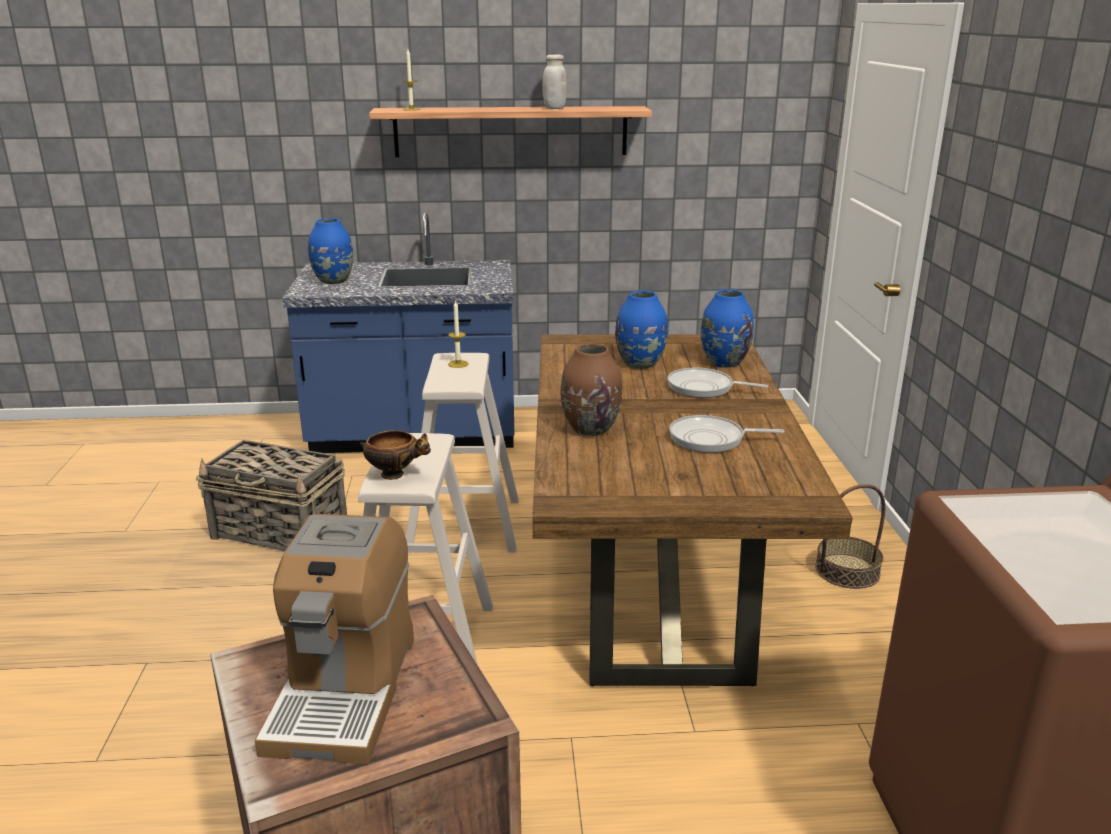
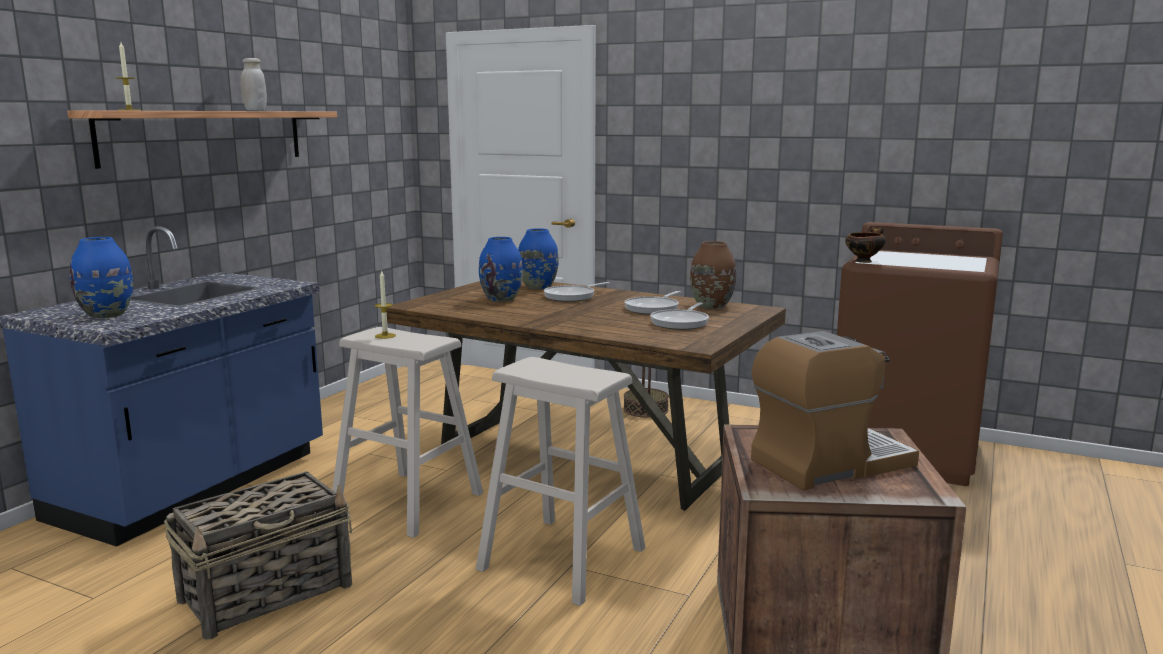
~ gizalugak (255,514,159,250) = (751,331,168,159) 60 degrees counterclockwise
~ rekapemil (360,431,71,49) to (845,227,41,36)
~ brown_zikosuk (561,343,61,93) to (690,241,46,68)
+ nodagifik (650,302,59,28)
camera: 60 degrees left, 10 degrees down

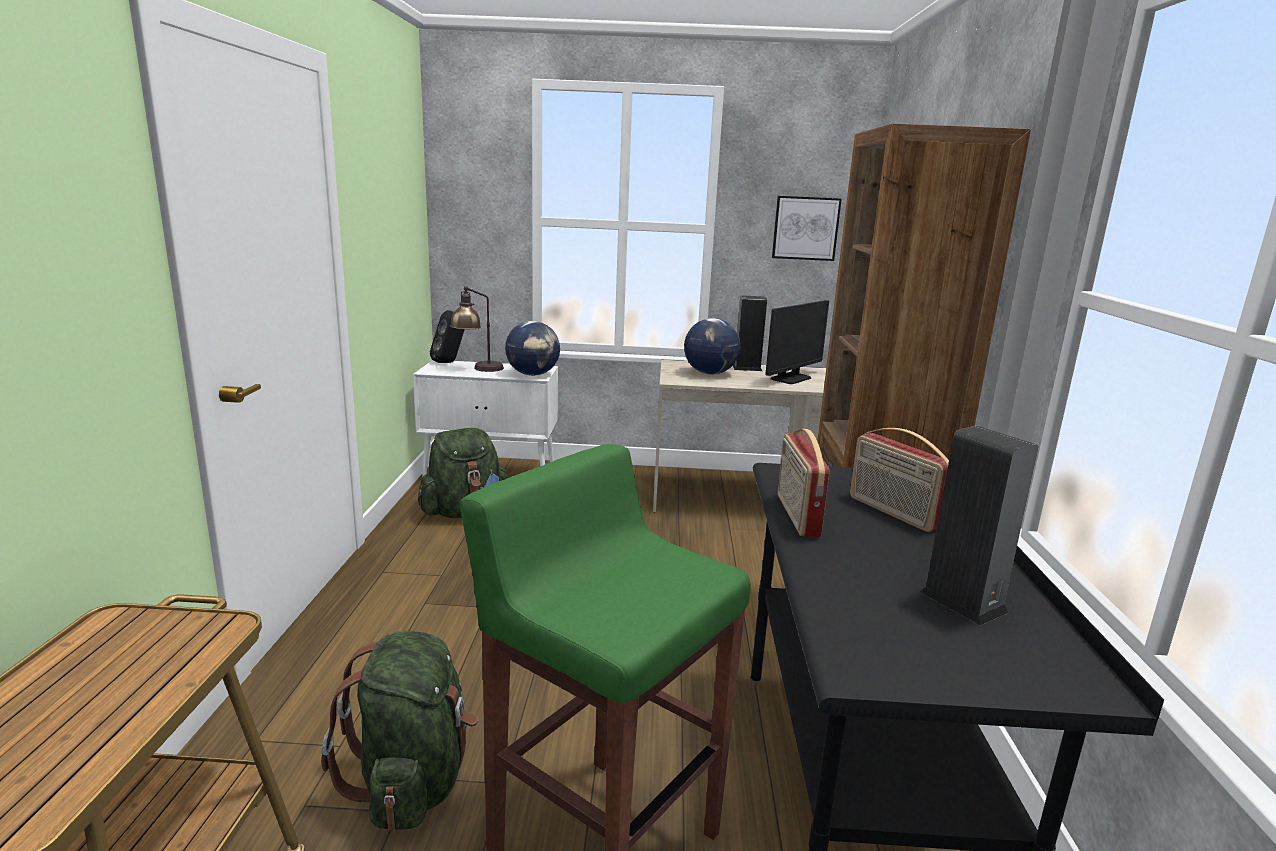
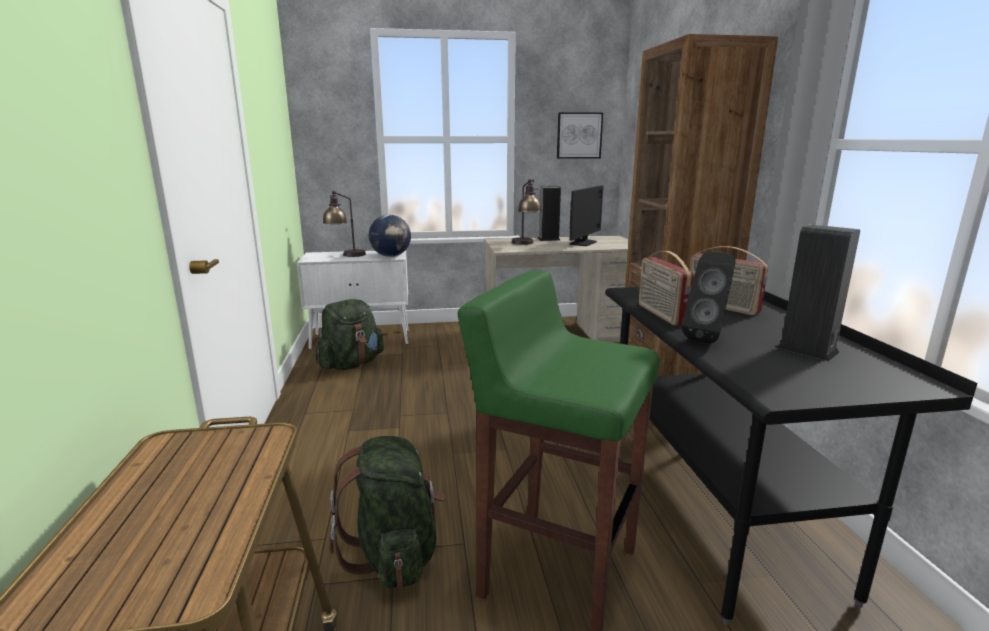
~ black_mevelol (430,310,35,53) to (682,251,53,93)
~ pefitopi (684,318,56,57) to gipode (511,179,30,66)
camera: 10 degrees left, 0 degrees up

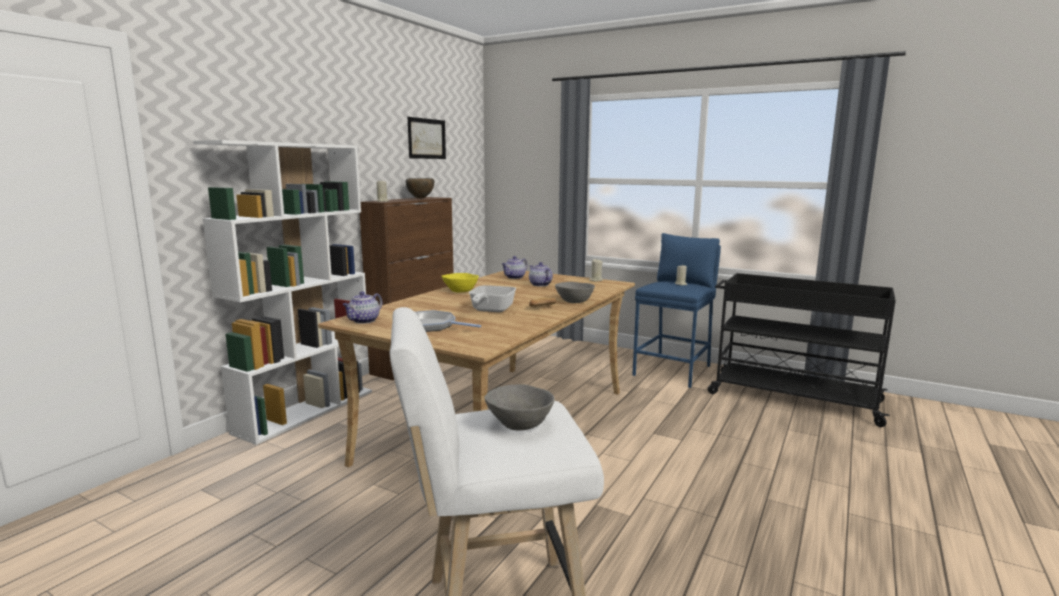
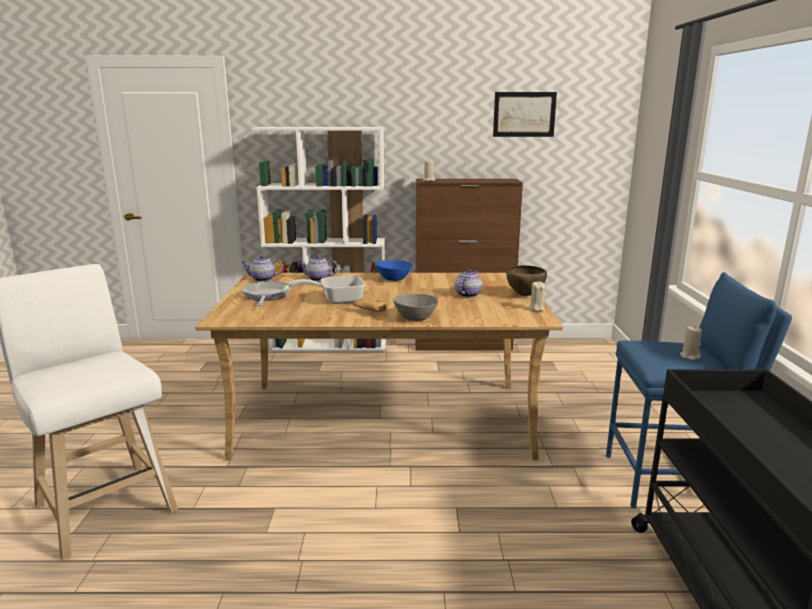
~ brown_rekapemil (405,178,29,21) to (506,265,41,31)
~ yellow_rekapemil (442,273,37,20) to blue_rekapemil (376,260,36,21)
- grey_rekapemil (484,384,71,46)
~ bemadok (502,256,25,23) to (299,255,39,26)
camera: 60 degrees right, 5 degrees up

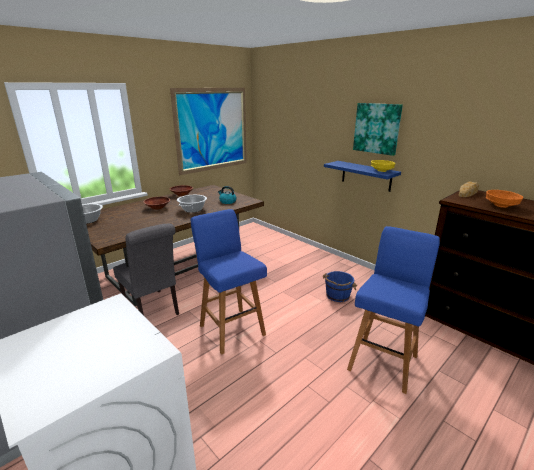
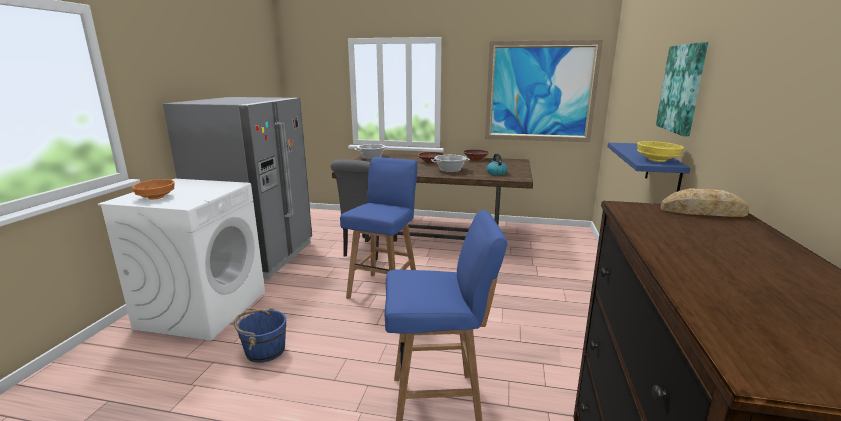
~ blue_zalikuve (323,271,34,31) to (234,308,52,55)
~ orange_rekapemil (486,190,37,18) to (132,179,43,20)
camera: 55 degrees right, 5 degrees down

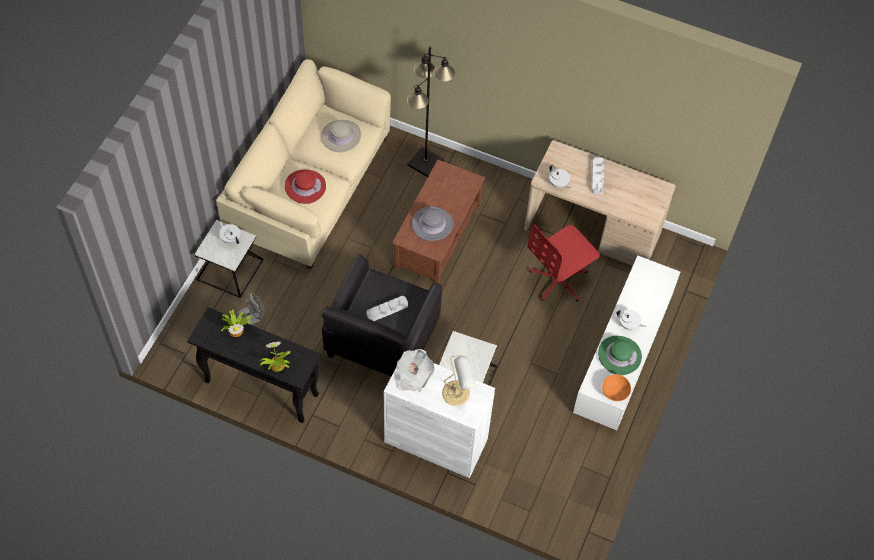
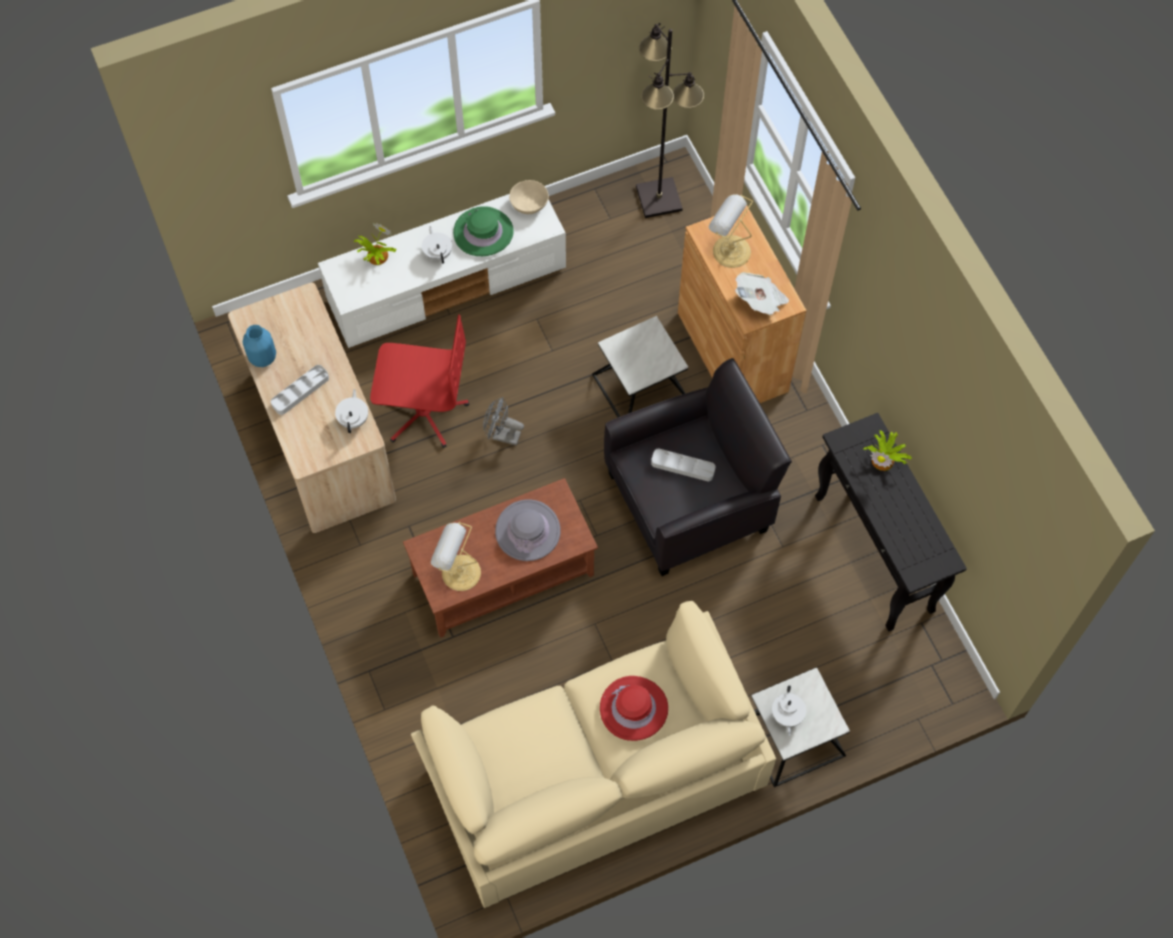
~ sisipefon (221,309,30,28) to (353,223,43,42)
~ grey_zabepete (237,292,28,33) to (483,397,41,48)
- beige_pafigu (321,120,40,32)
~ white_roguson (384,351,111,127) to brown_roguson (678,205,128,198)
~ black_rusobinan (407,46,48,131) to (636,23,68,195)
~ orange_rekapemil (602,374,29,27) to beige_rekapemil (509,180,40,34)
+ blue_zikosuk (243,325,33,42)
+ gipode (431,522,50,69)
camera: 135 degrees left, 5 degrees up

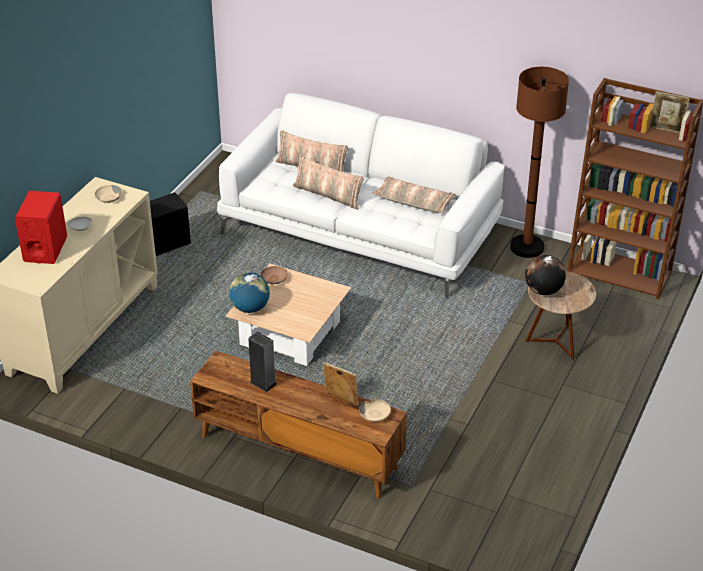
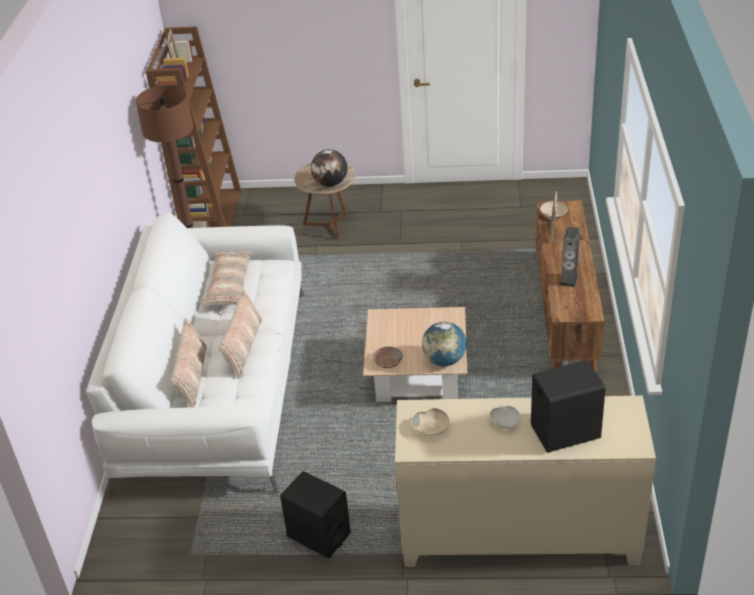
~ red_mevelol (15,191,52,73) to black_mevelol (531,360,74,93)
camera: 110 degrees left, 0 degrees up

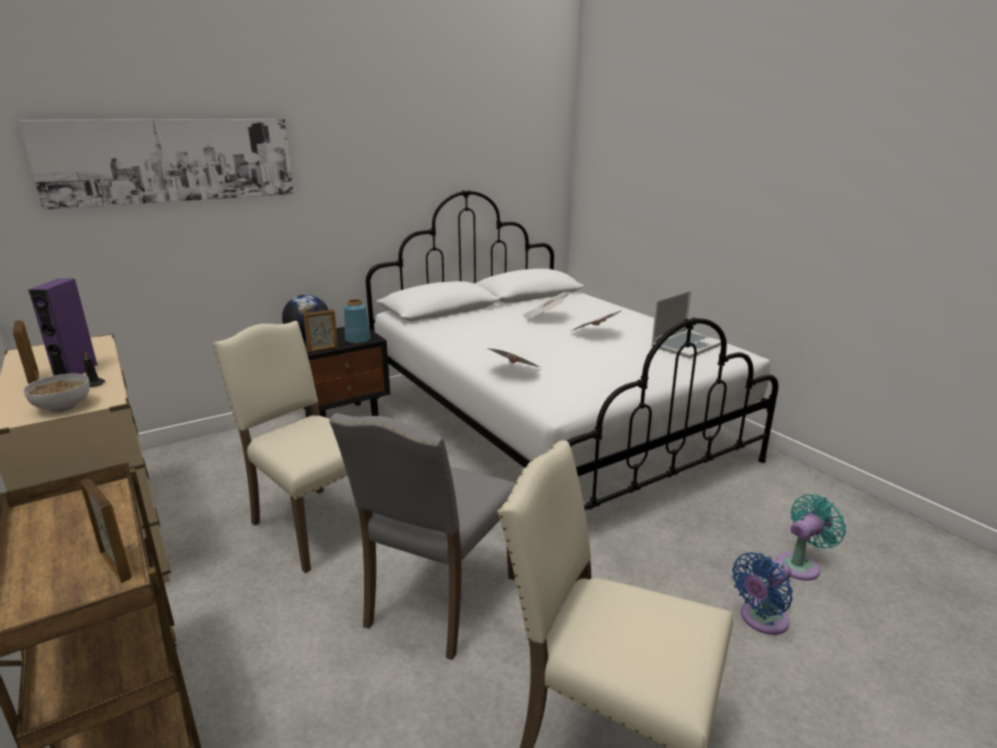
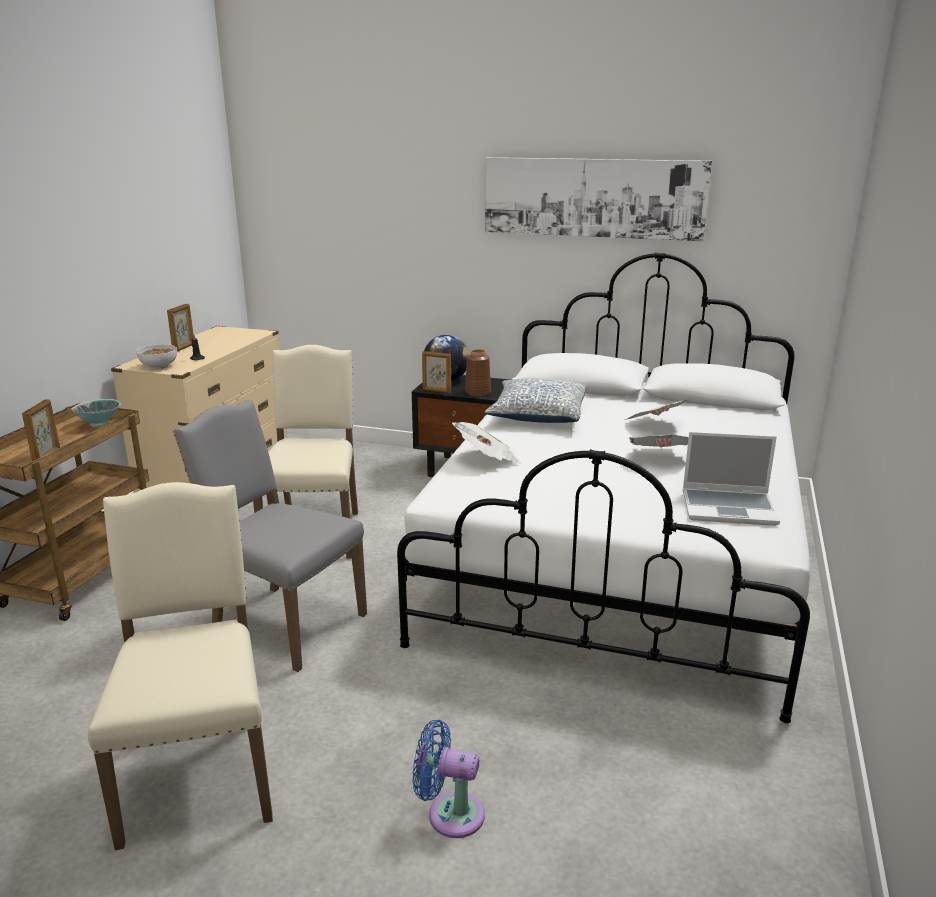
~ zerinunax (19,119,275,91) to (485,157,227,84)
- purple_mevelol (28,279,70,97)
~ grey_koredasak (329,413,186,247) = (173,400,194,272) 45 degrees clockwise
~ blue_zikosuk (344,299,27,45) to brown_zikosuk (465,349,26,47)
- turquoise_zabepete (776,494,70,87)
+ rekapemil (71,399,50,27)
+ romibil (485,378,102,45)
camera: 50 degrees right, 0 degrees up

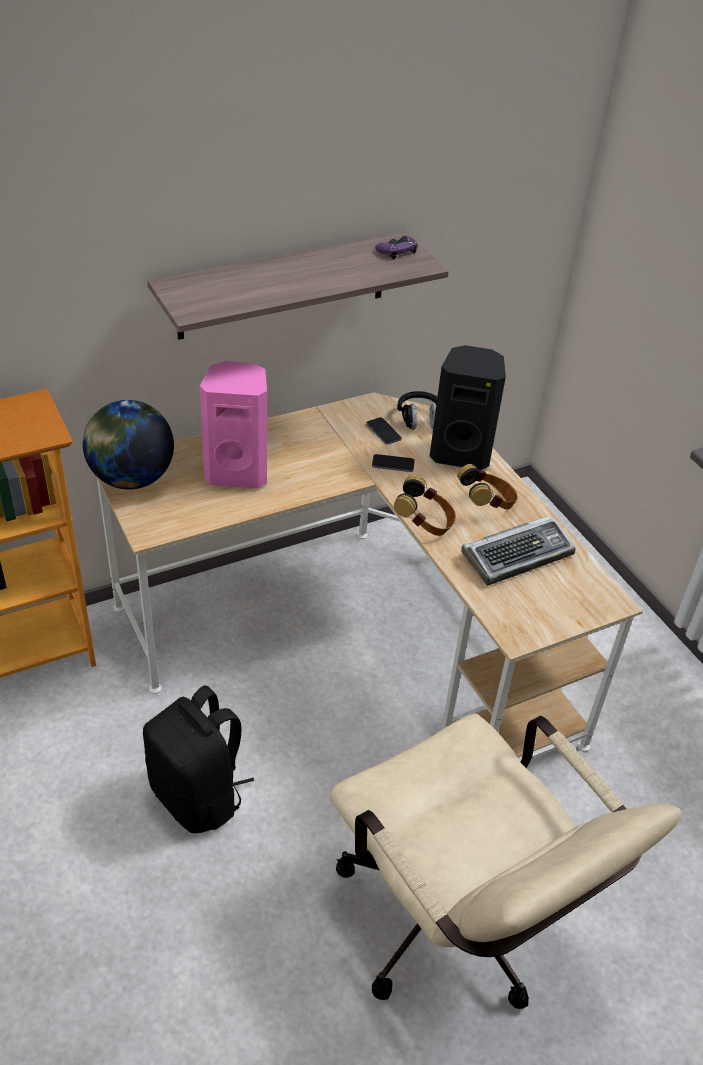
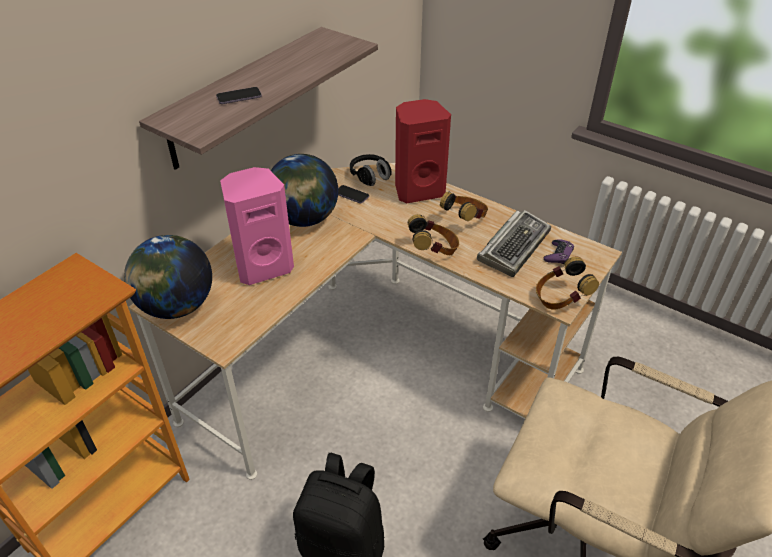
~ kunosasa (372,454,43,18) to (216,87,46,17)
~ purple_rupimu (375,236,42,23) to (544,239,30,26)
~ black_mevelol (430,345,76,125) to red_mevelol (395,99,56,104)
+ pefitopi (271,154,67,73)
+ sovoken (536,256,63,53)
camera: 25 degrees left, 0 degrees up

